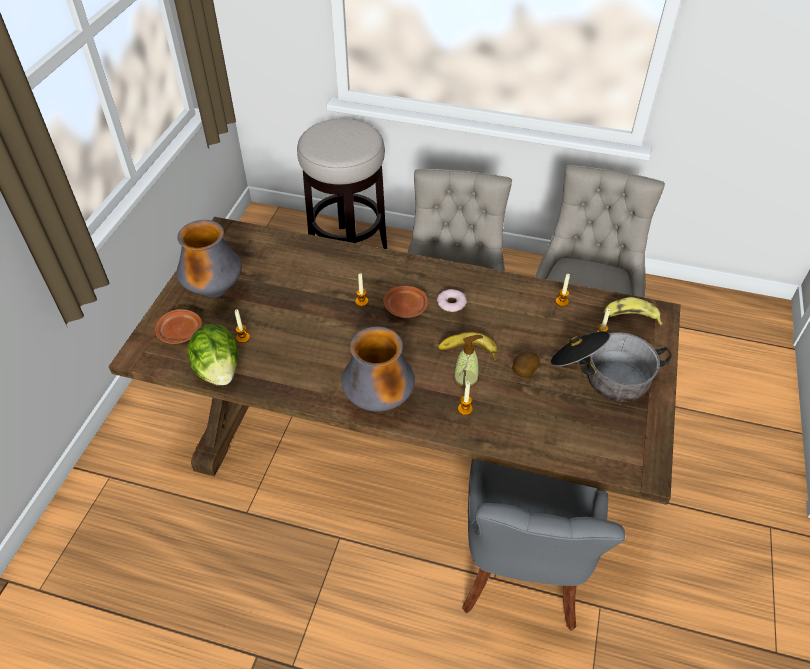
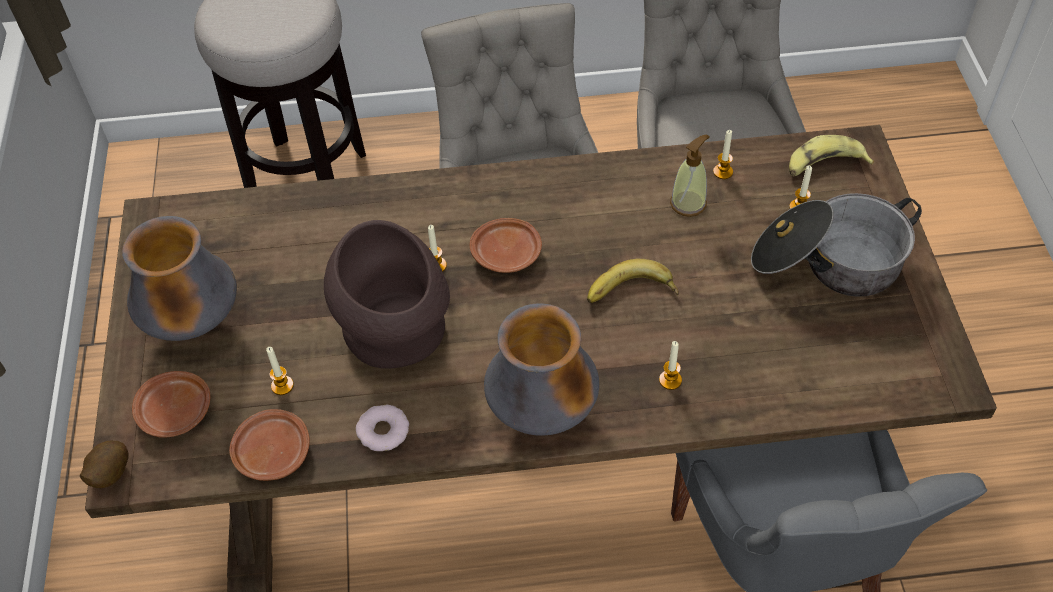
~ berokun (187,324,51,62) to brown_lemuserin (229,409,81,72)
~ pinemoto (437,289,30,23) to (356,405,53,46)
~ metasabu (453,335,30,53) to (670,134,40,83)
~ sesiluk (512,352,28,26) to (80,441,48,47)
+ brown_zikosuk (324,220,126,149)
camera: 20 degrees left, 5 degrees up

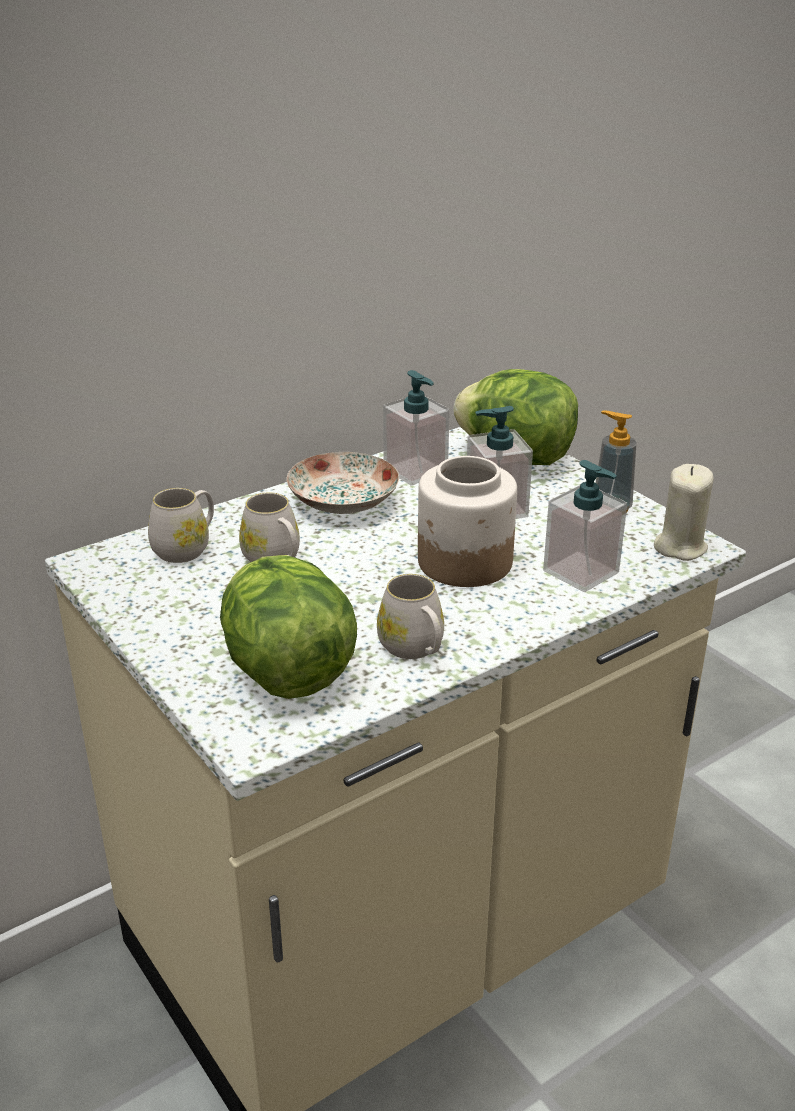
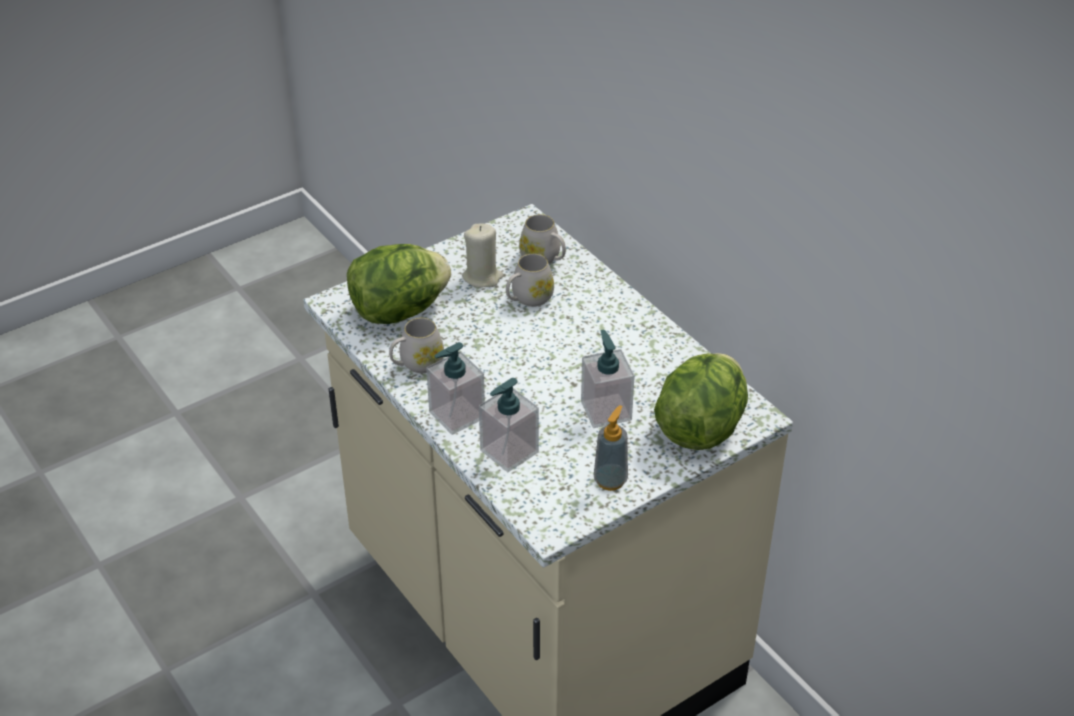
- lemuserin (286,452,113,62)
~ metasabu (383,370,67,115) to (426,342,59,93)
- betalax (418,456,99,131)
~ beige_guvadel (654,464,60,97) to (462,224,42,64)
camera: 90 degrees right, 10 degrees up

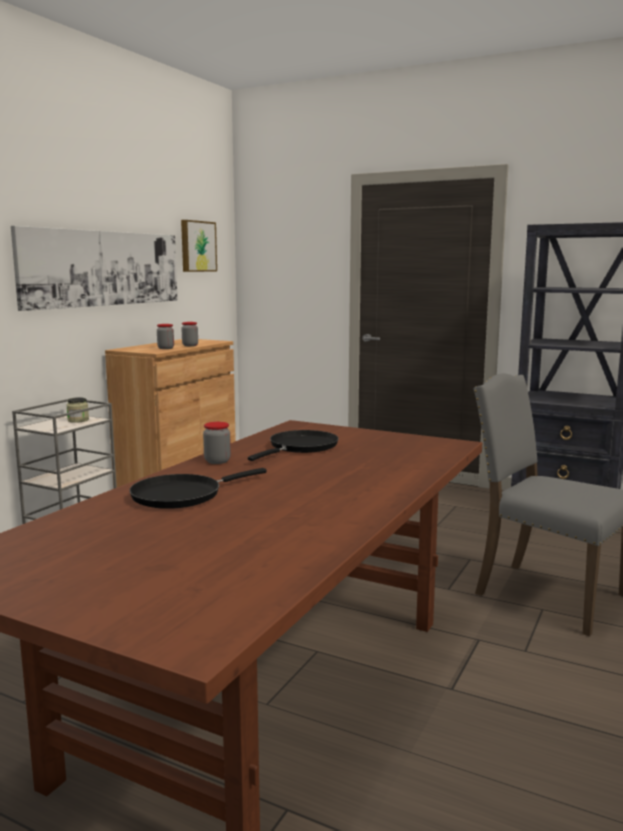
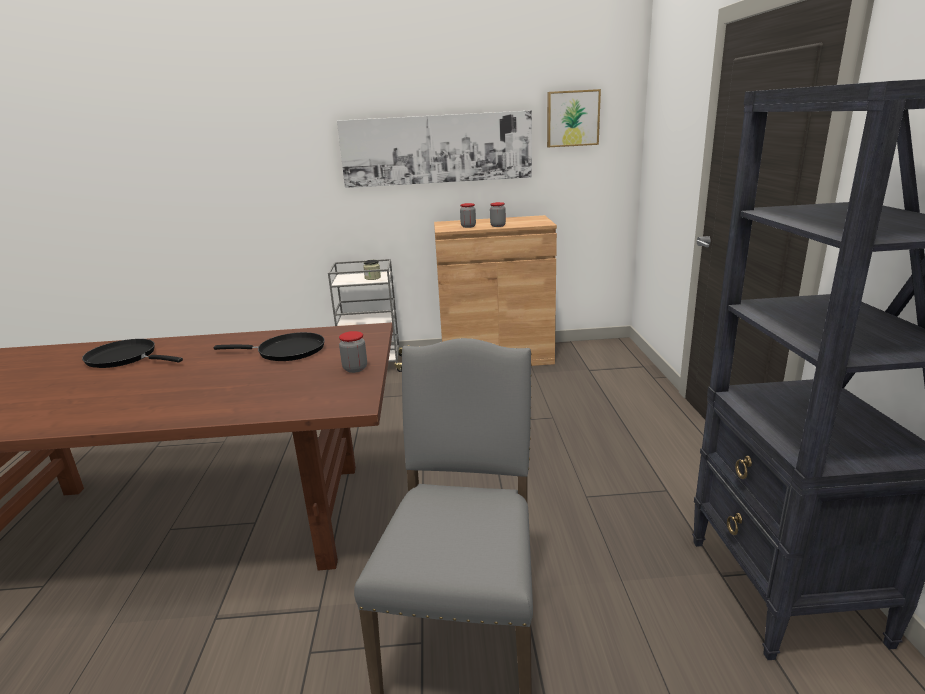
~ betalax (203,422,28,42) to (339,331,28,42)
camera: 60 degrees right, 10 degrees up

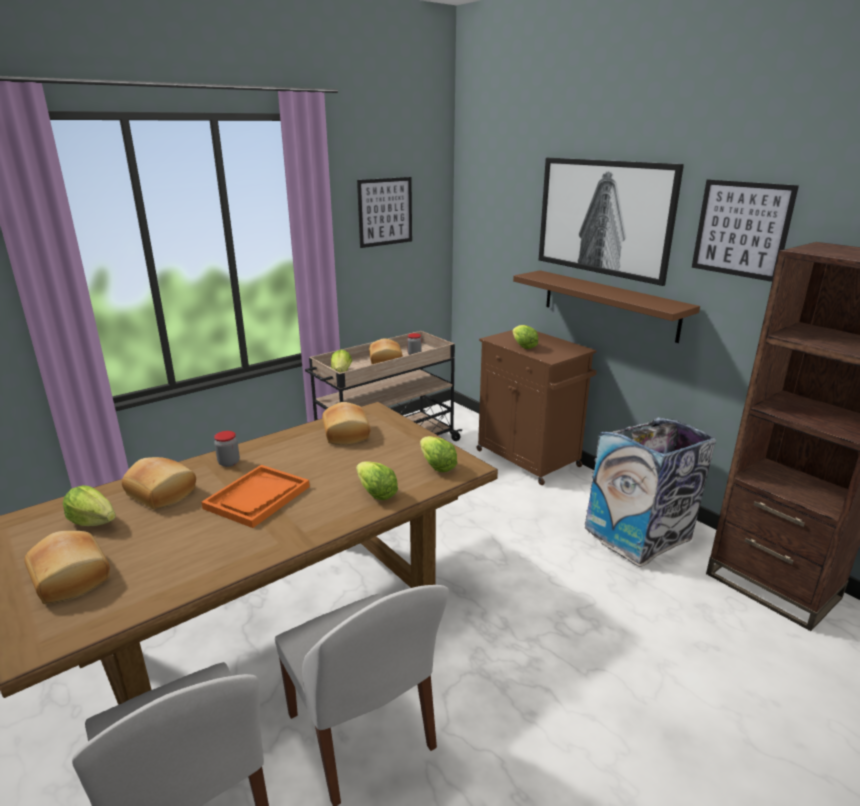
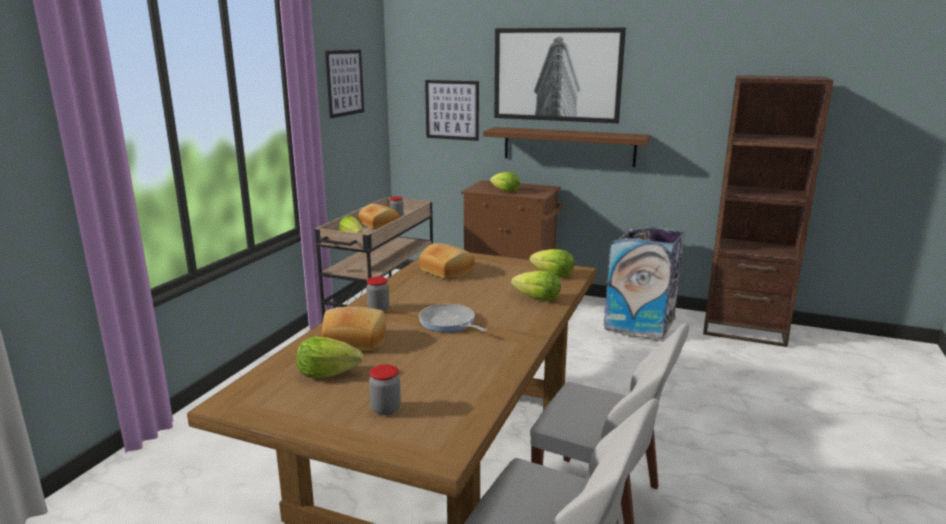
~ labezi (25,531,85,73) to betalax (369,365,32,50)
~ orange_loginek (201,465,109,63) to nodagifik (419,304,68,28)
~ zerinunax (692,179,107,103) to (425,80,54,61)
camera: 30 degrees left, 5 degrees down

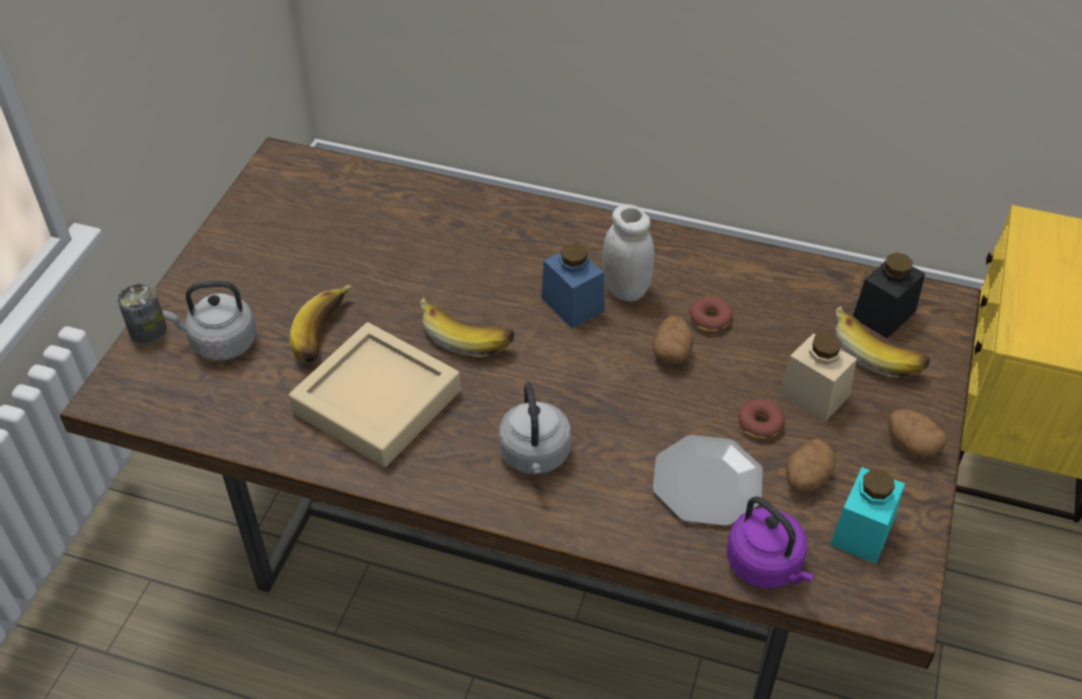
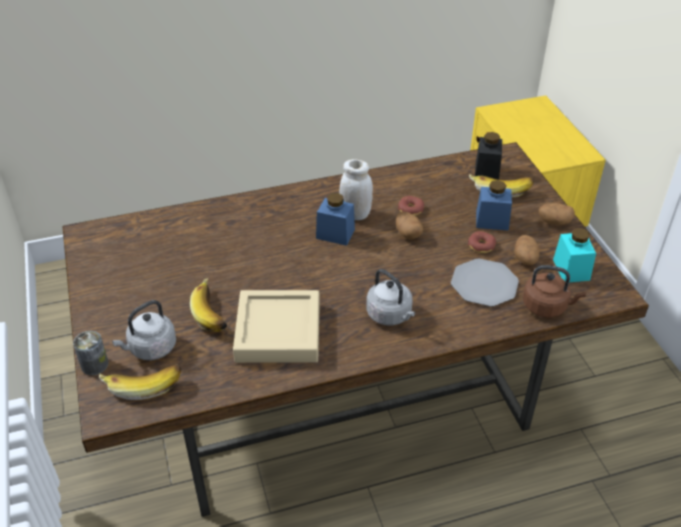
~ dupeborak (420,298,94,59) to (99,365,82,35)
~ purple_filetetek (727,496,88,93) to brown_filetetek (523,265,63,53)
~ beige_betalax (779,332,78,90) to blue_betalax (476,180,36,51)
camera: 35 degrees left, 5 degrees down

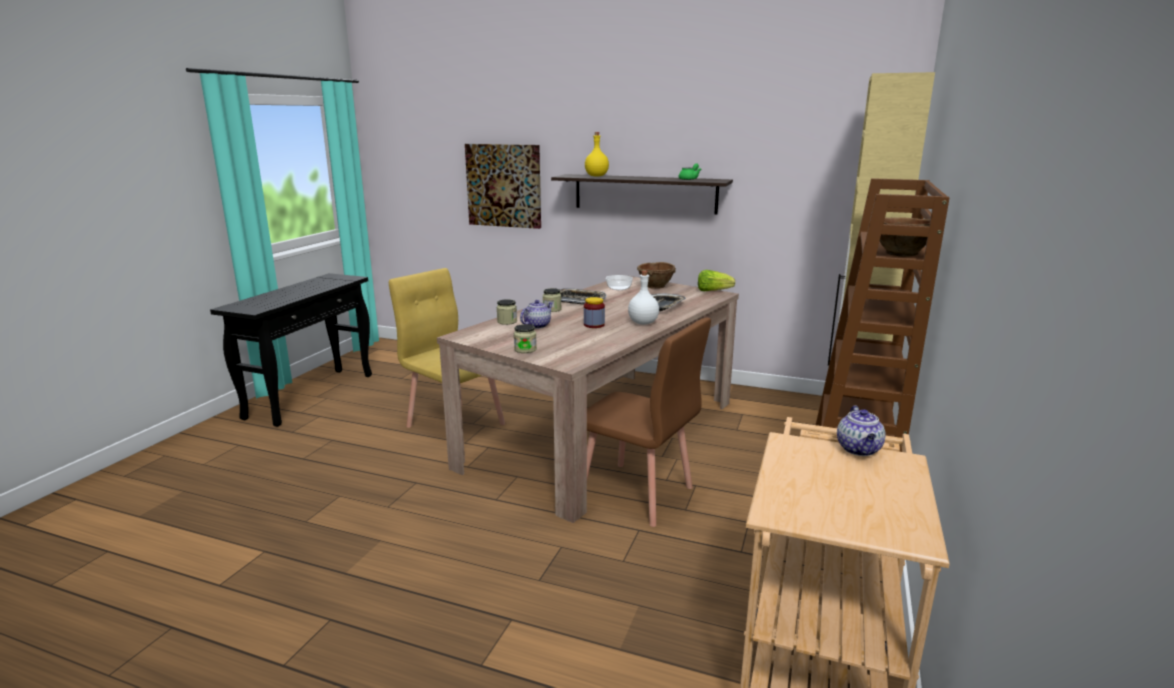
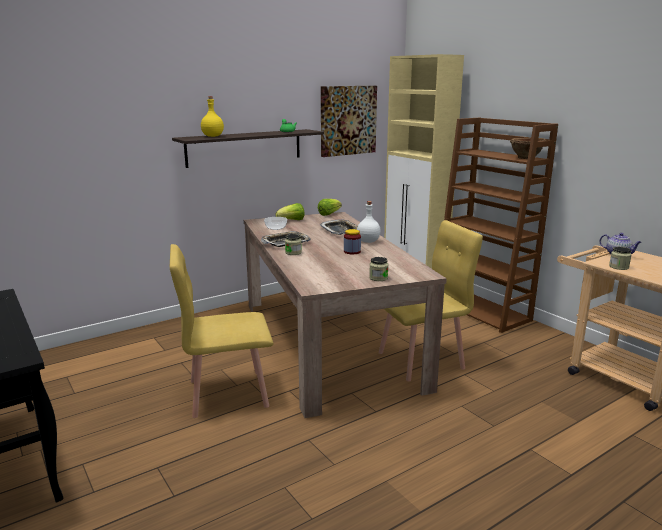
~ zerinunax (465,144,76,85) to (321,86,56,71)
~ betalax (497,299,20,26) to (609,247,23,23)
- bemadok (520,300,33,29)
~ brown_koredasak (587,318,124,209) to yellow_koredasak (379,220,104,162)
~ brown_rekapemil (637,262,39,27) to berokun (276,203,29,17)
camera: 55 degrees left, 0 degrees up

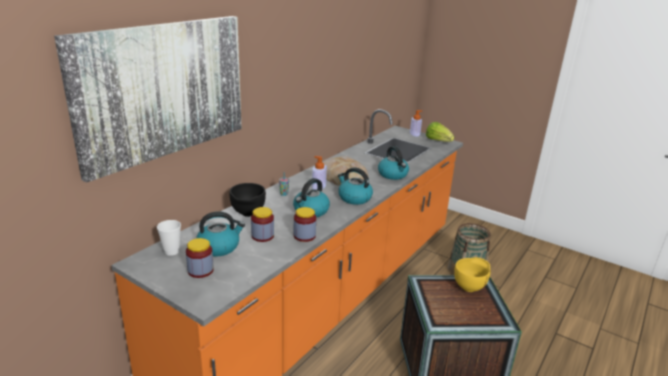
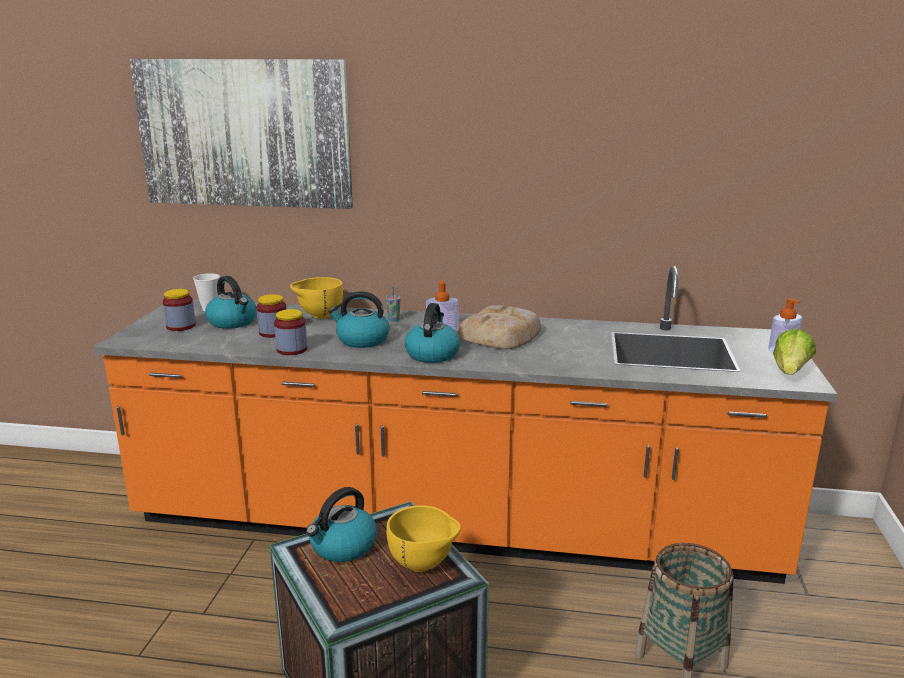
~ black_rekapemil (229,183,37,34) to yellow_rekapemil (290,277,53,42)
~ filetetek (378,146,31,34) to (306,487,71,75)
camera: 65 degrees right, 5 degrees down

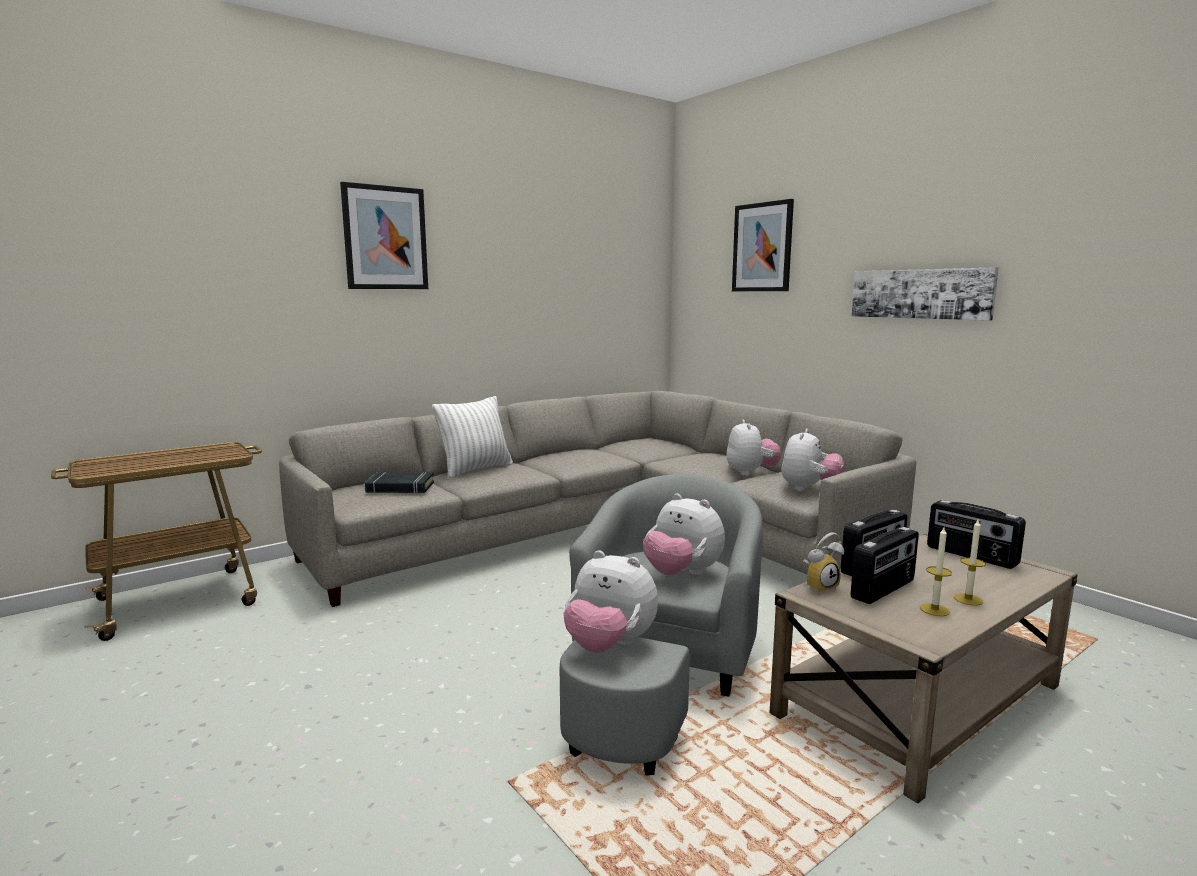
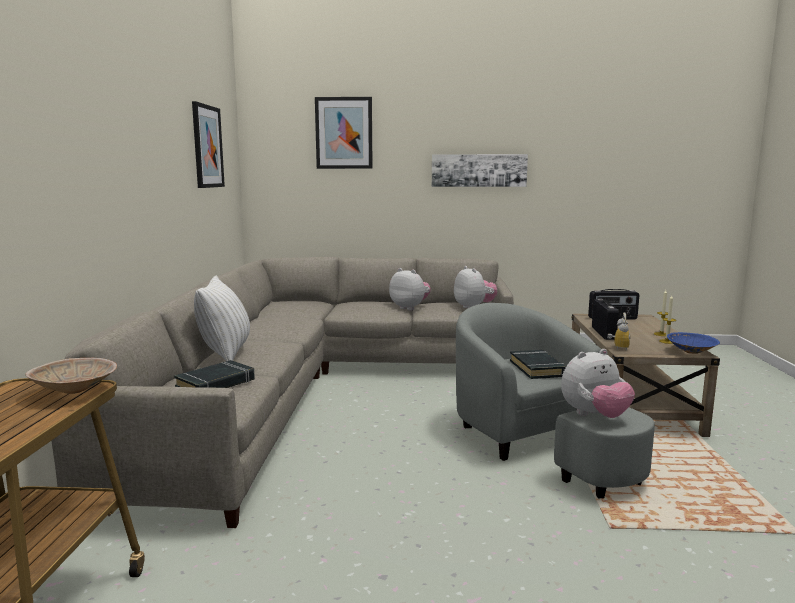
~ zerinunax (340,182,88,107) to (192,101,33,87)
~ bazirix (643,494,82,82) to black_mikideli (510,350,56,29)
- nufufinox (851,527,68,77)
+ beige_rekapemil (26,358,91,36)
+ blue_rekapemil (667,332,53,22)
camera: 50 degrees left, 0 degrees up

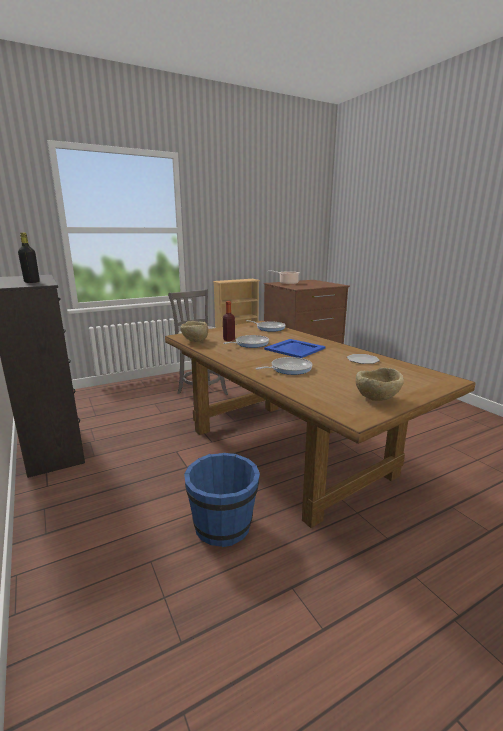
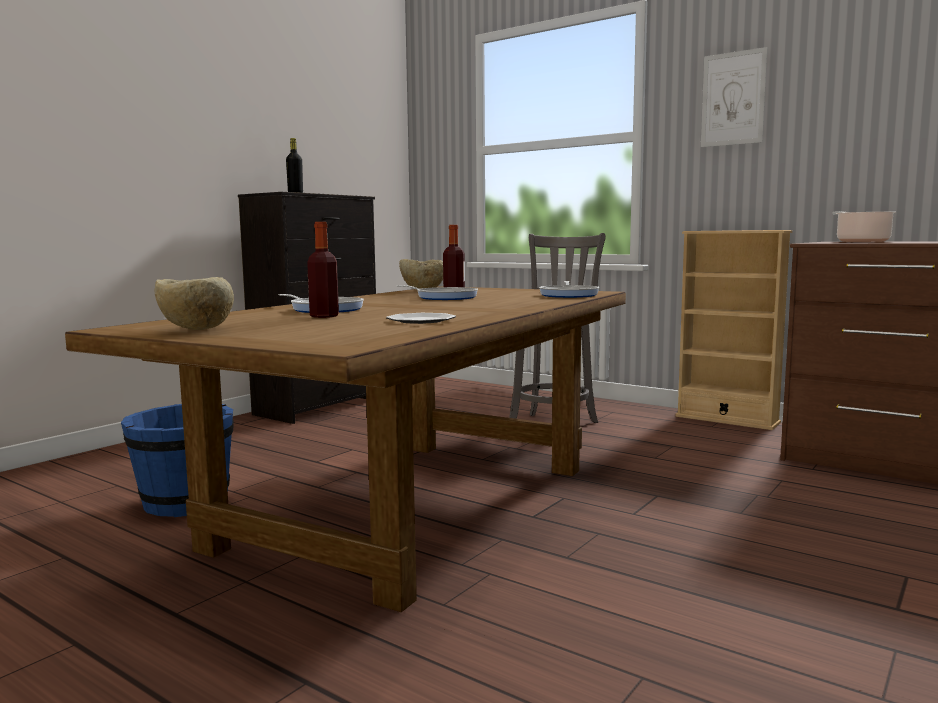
- blue_loginek (264,339,62,19)
+ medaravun (307,222,32,96)
+ zerinunax (701,47,67,100)
camera: 65 degrees right, 10 degrees down

